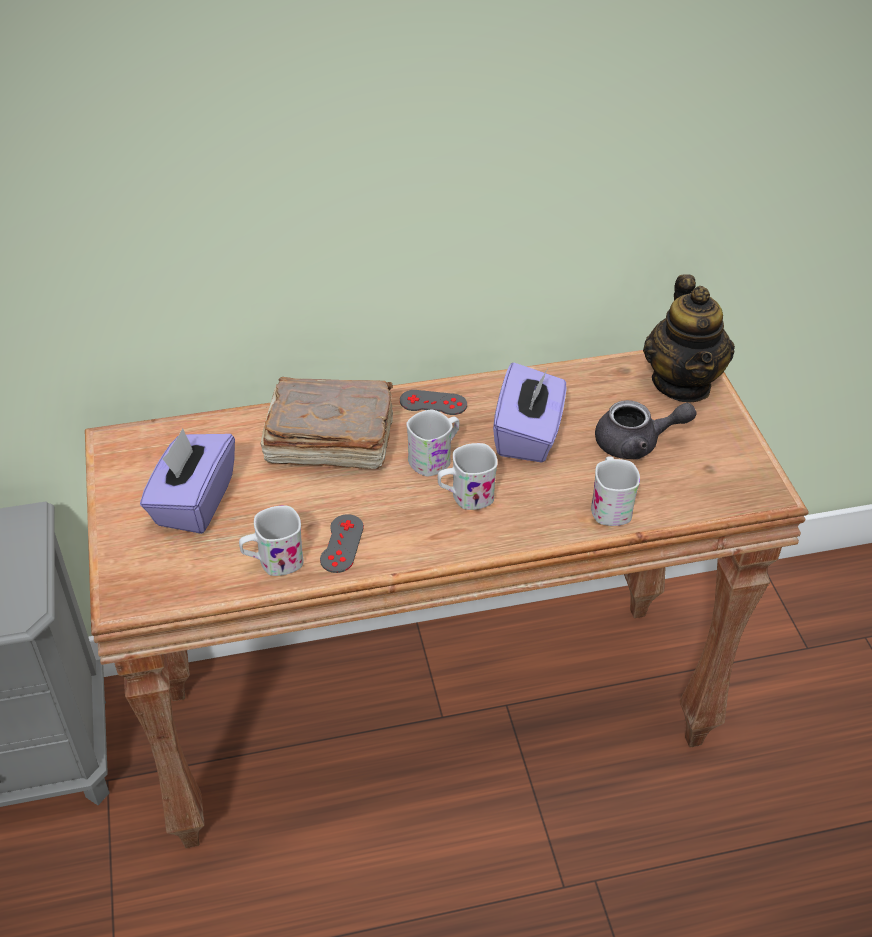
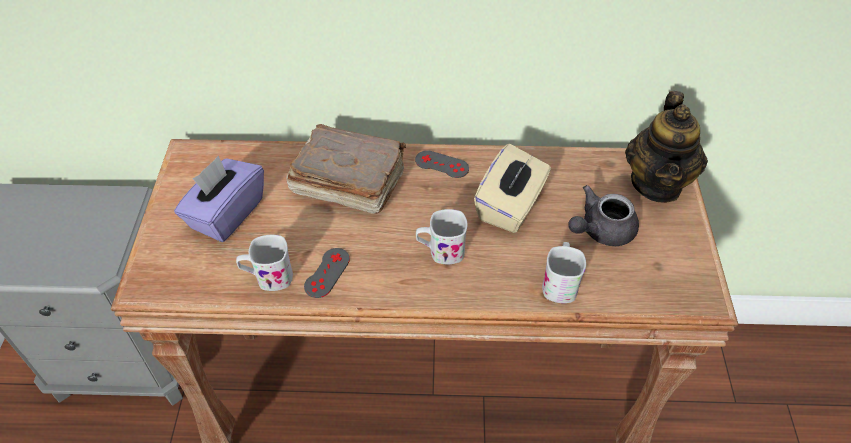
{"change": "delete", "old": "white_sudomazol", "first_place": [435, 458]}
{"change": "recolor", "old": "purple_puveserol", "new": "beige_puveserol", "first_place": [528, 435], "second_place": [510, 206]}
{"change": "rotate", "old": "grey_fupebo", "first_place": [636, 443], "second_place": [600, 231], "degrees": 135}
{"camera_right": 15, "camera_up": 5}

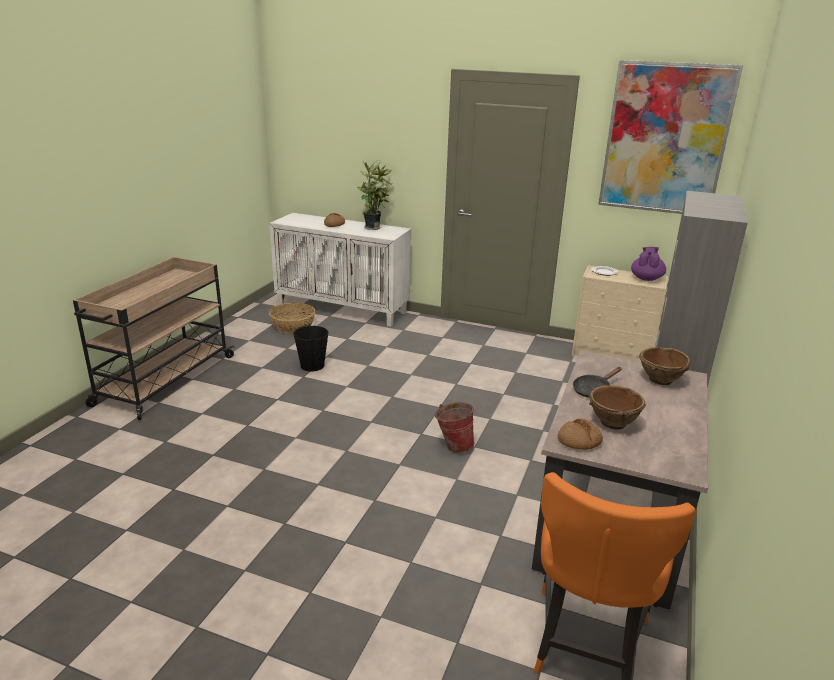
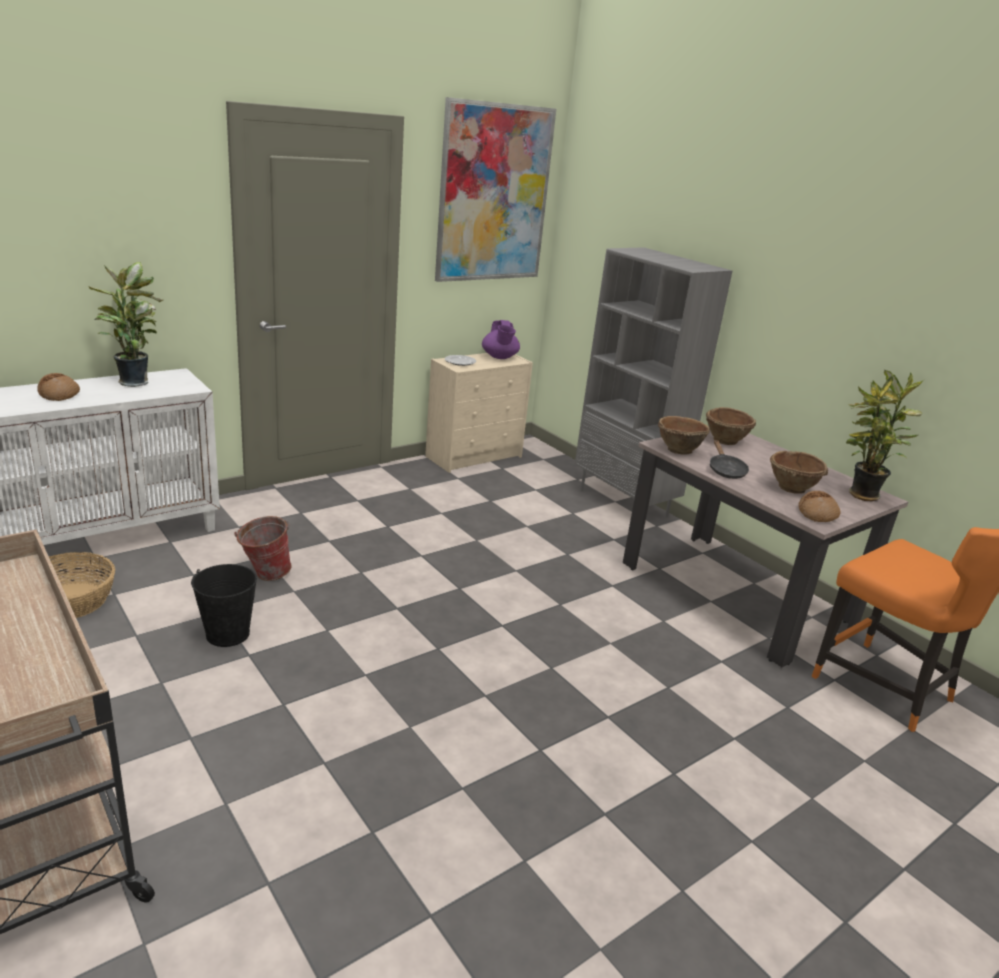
{"change": "insert", "new": "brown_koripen", "second_place": [678, 450]}
{"change": "insert", "new": "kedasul", "second_place": [861, 495]}
{"change": "move", "old": "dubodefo", "first_place": [453, 445], "second_place": [264, 574]}
{"change": "rotate", "old": "purple_fupebo", "first_place": [646, 278], "second_place": [499, 357], "degrees": -150}
{"camera_right": -60, "camera_up": 0}

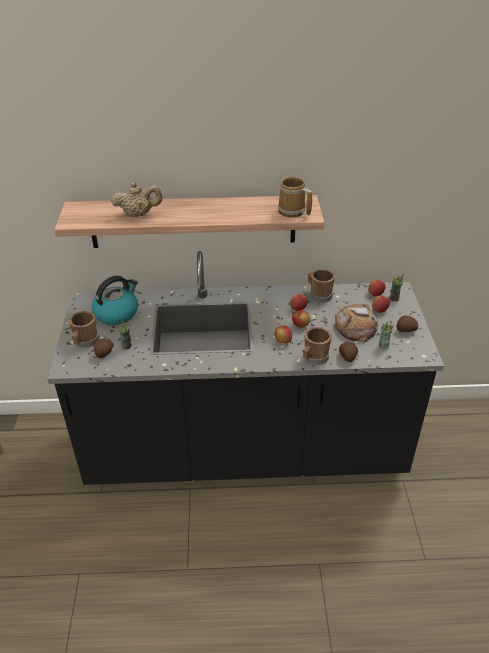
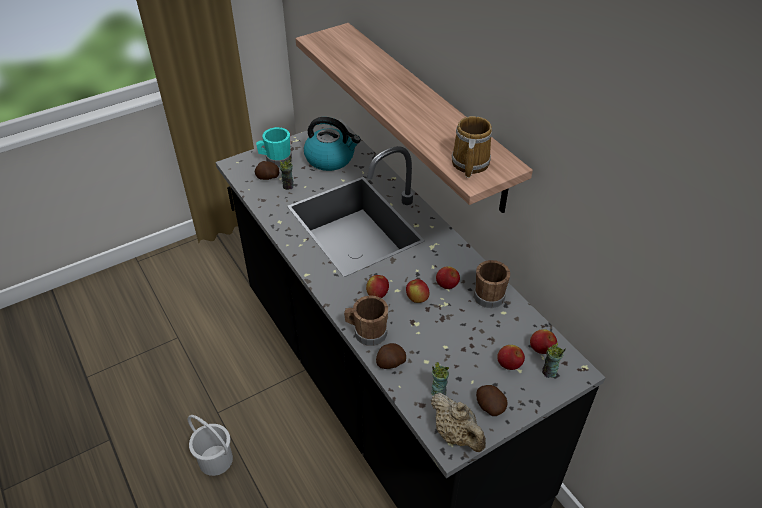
{"change": "delete", "old": "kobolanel", "first_place": [356, 327]}
{"change": "insert", "new": "white_dubodefo", "second_place": [216, 459]}
{"change": "move", "old": "beige_fupebo", "first_place": [138, 214], "second_place": [456, 435]}
{"change": "recolor", "old": "brown_sudomazol", "new": "turquoise_sudomazol", "first_place": [85, 342], "second_place": [275, 159]}
{"camera_right": 60, "camera_up": 5}

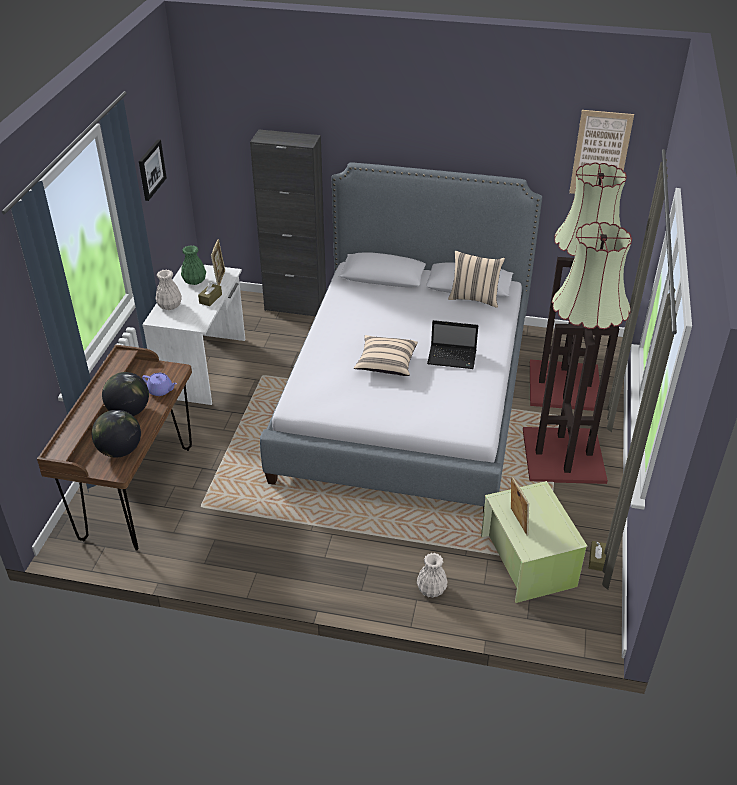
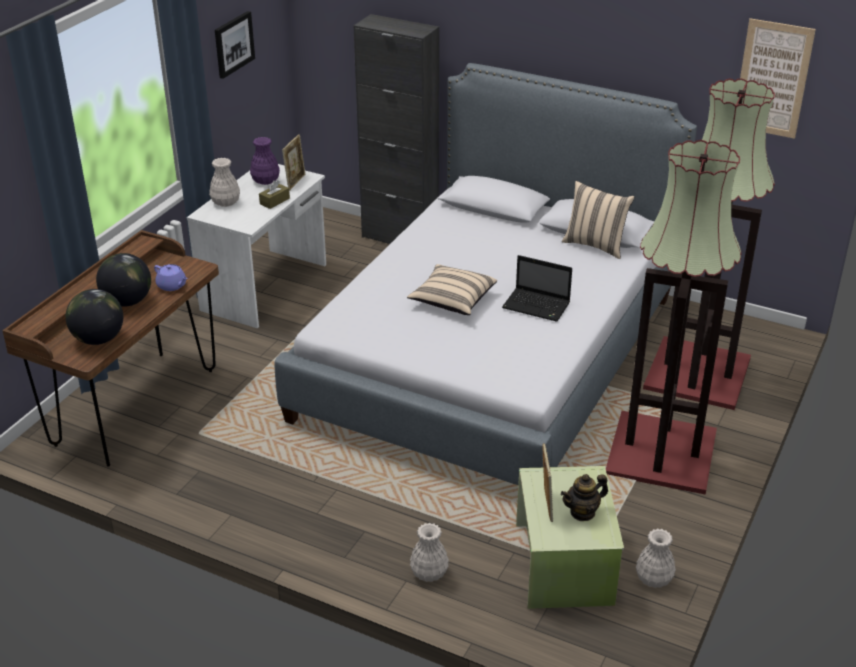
{"change": "insert", "new": "fupebo", "second_place": [582, 512]}
{"change": "replace", "old": "brown_puveserol", "new": "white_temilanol", "first_place": [596, 559], "second_place": [654, 579]}
{"change": "recolor", "old": "green_temilanol", "new": "purple_temilanol", "first_place": [194, 281], "second_place": [265, 181]}
{"camera_right": 15, "camera_up": -5}

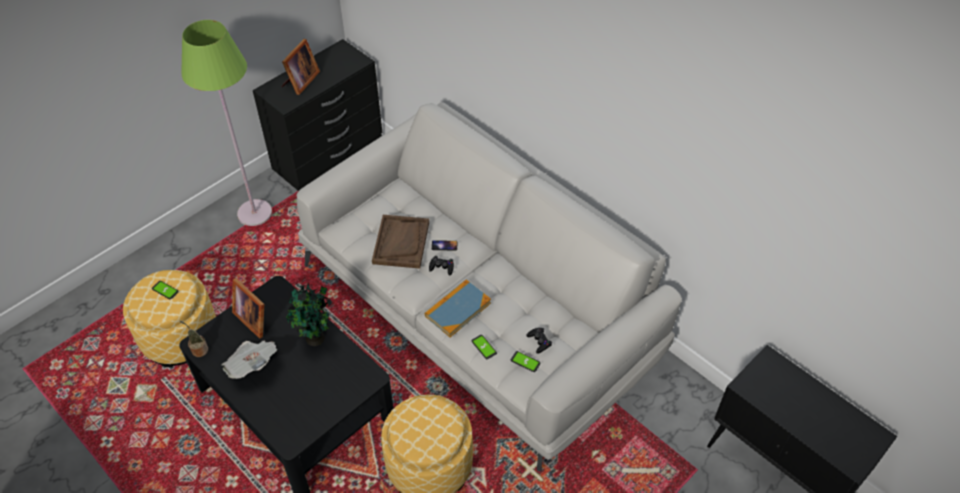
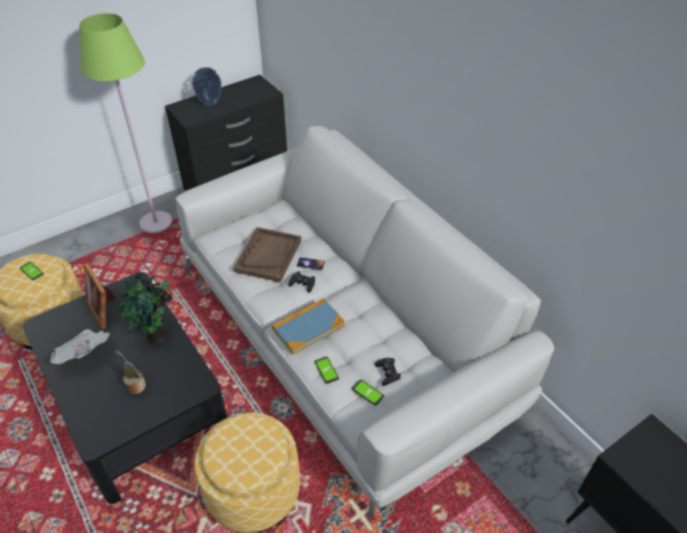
{"change": "move", "old": "kedasul", "first_place": [198, 349], "second_place": [135, 385]}
{"change": "replace", "old": "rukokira", "new": "temilanol", "first_place": [300, 82], "second_place": [210, 103]}
{"camera_right": 10, "camera_up": -5}

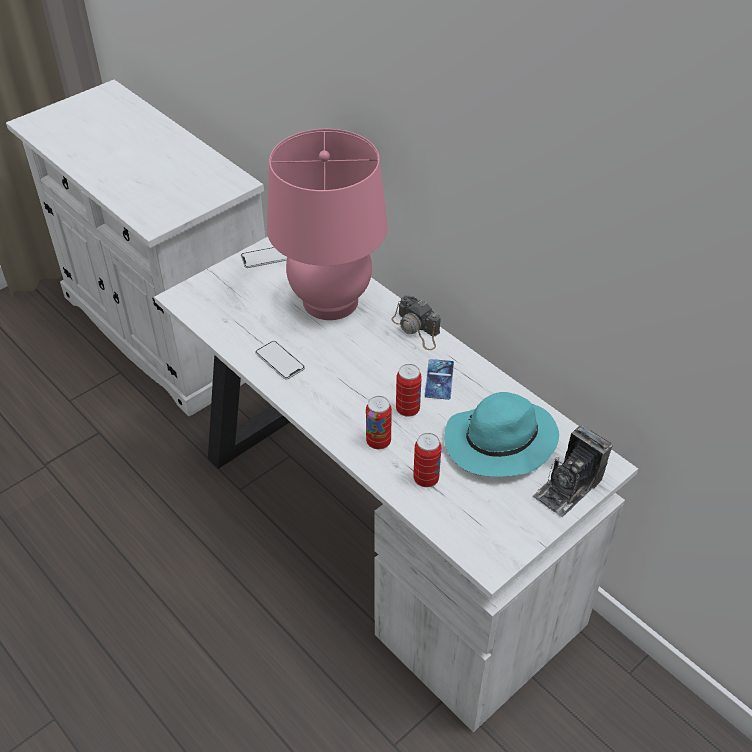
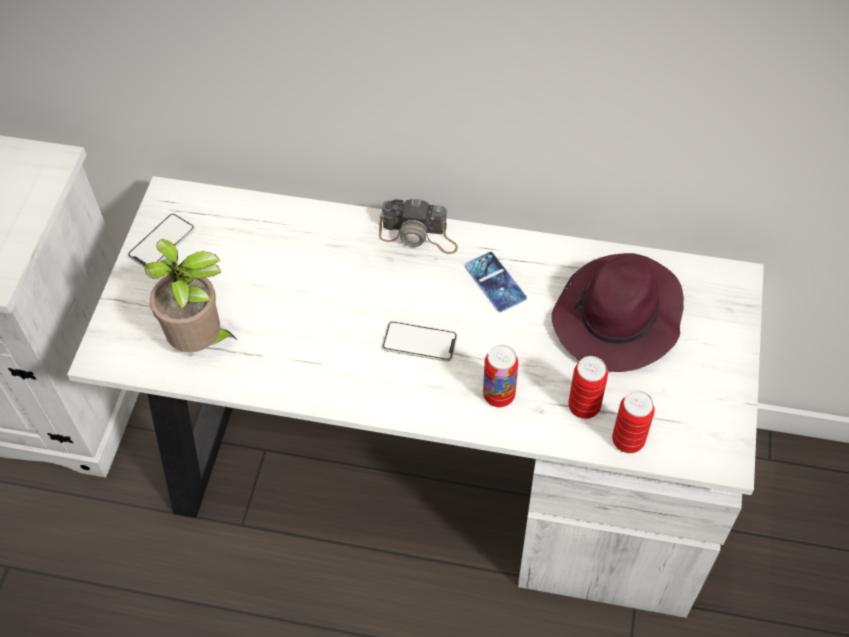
{"change": "delete", "old": "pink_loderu", "first_place": [330, 301]}
{"change": "delete", "old": "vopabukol", "first_place": [568, 487]}
{"change": "insert", "new": "kedasul", "second_place": [201, 343]}
{"change": "move", "old": "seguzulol", "first_place": [280, 361], "second_place": [419, 342]}
{"change": "move", "old": "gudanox", "first_place": [407, 409], "second_place": [628, 440]}
{"change": "recolor", "old": "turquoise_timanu", "new": "purple_timanu", "first_place": [499, 443], "second_place": [617, 319]}
{"camera_right": -35, "camera_up": 10}

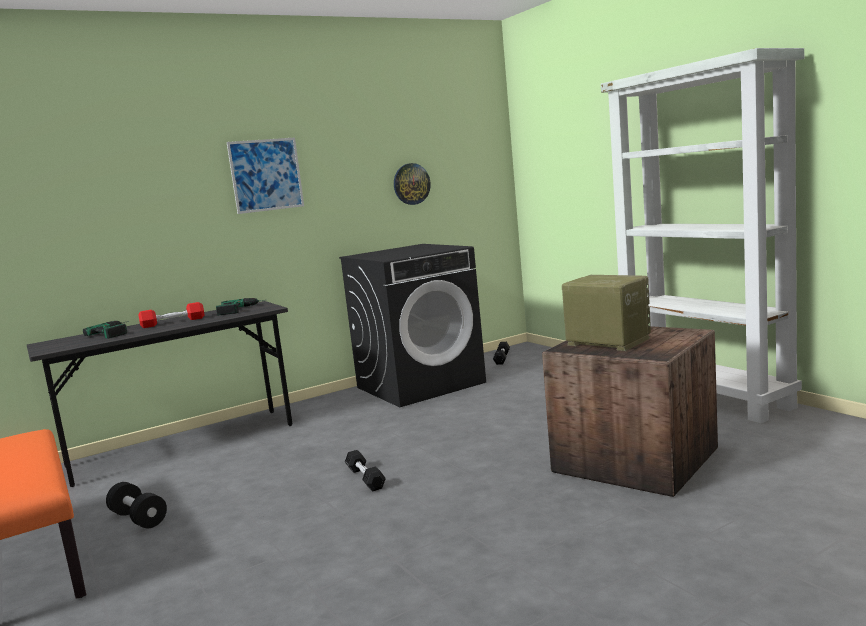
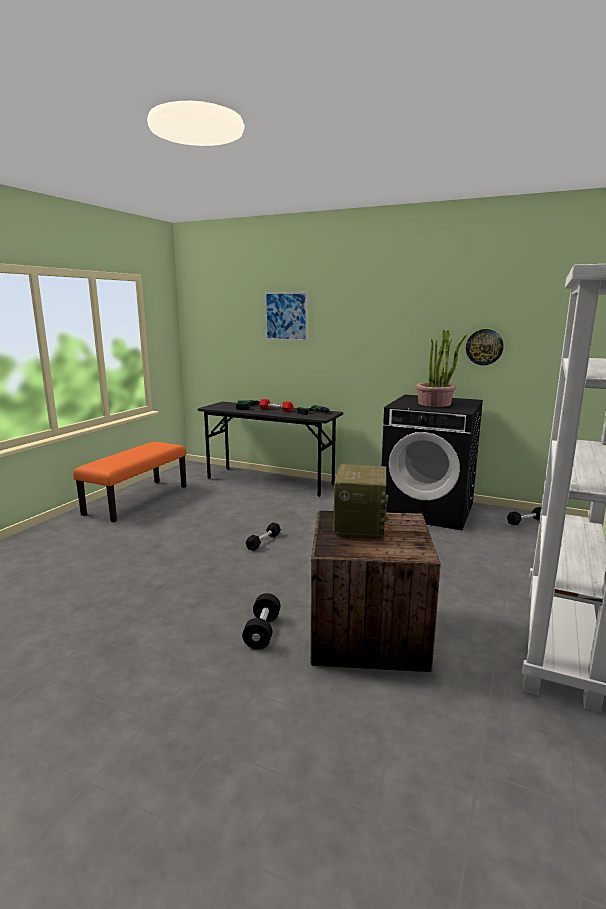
{"change": "insert", "new": "kedasul", "second_place": [435, 403]}
{"change": "move", "old": "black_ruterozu", "first_place": [138, 518], "second_place": [262, 631]}
{"change": "move", "old": "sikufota", "first_place": [266, 175], "second_place": [286, 316]}
{"camera_right": 55, "camera_up": 5}

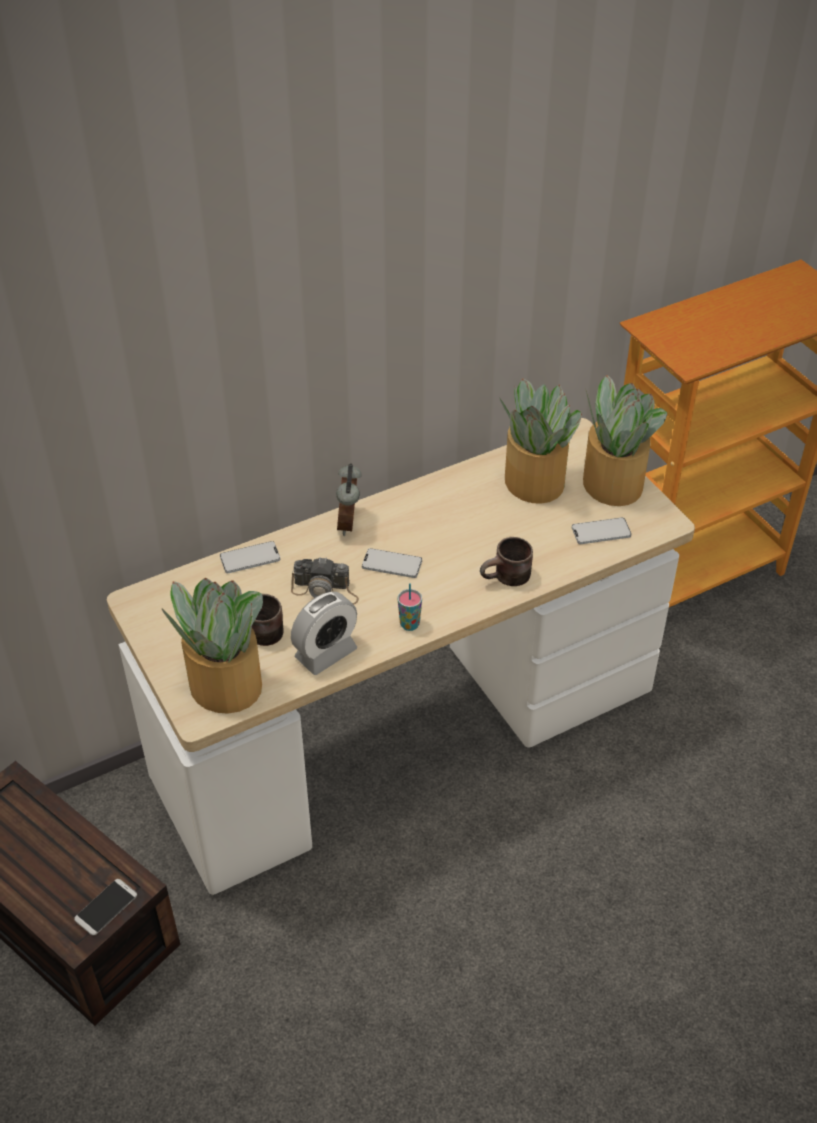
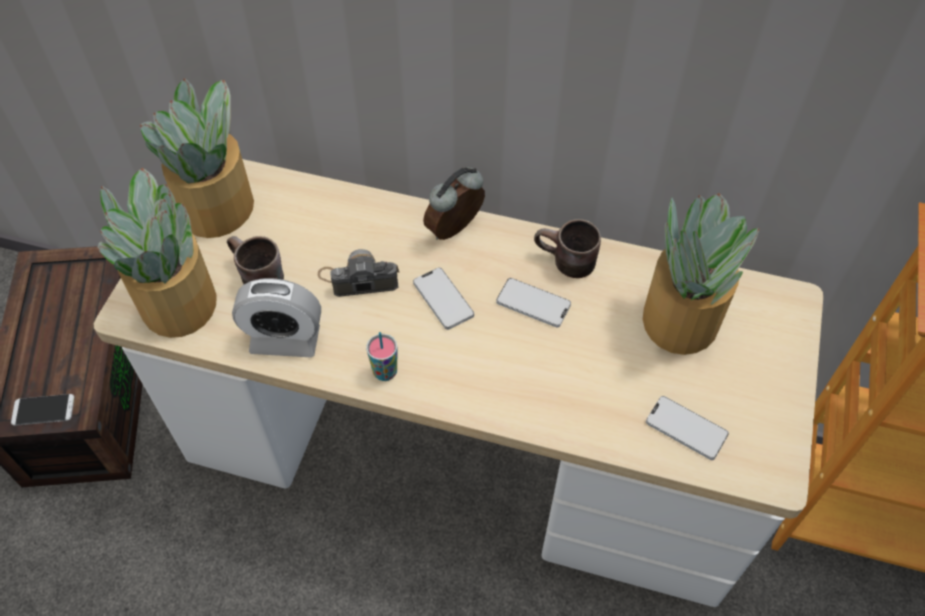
{"change": "move", "old": "seguzulol", "first_place": [250, 558], "second_place": [533, 303]}
{"change": "move", "old": "brown_sudomazol", "first_place": [507, 580], "second_place": [565, 264]}
{"change": "move", "old": "kedasul", "first_place": [612, 483], "second_place": [219, 207]}
{"change": "rotate", "old": "vopabukol", "first_place": [325, 590], "second_place": [358, 279], "degrees": 120}
{"camera_right": 45, "camera_up": 10}

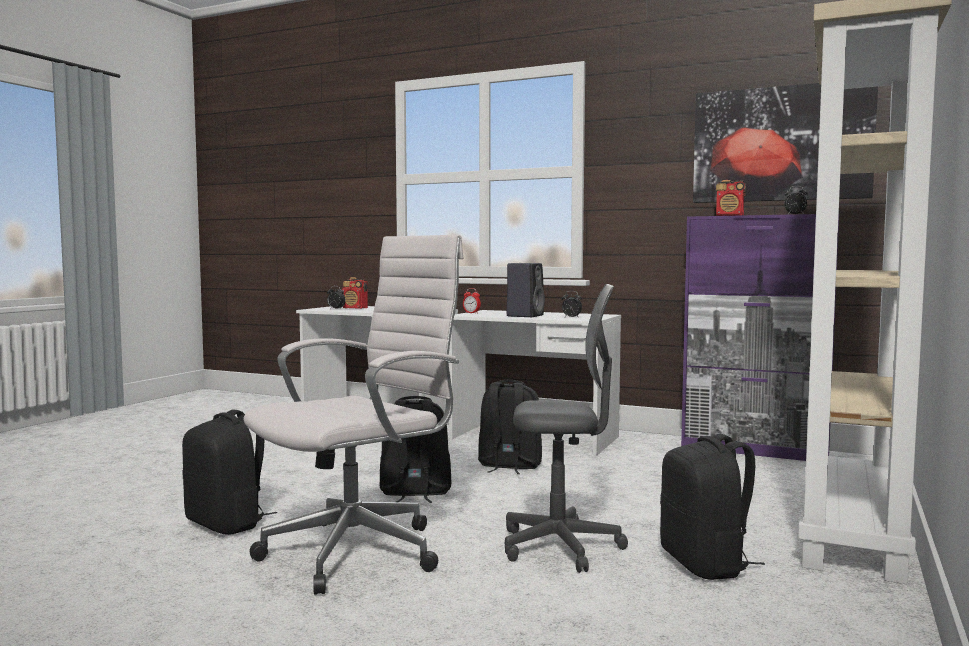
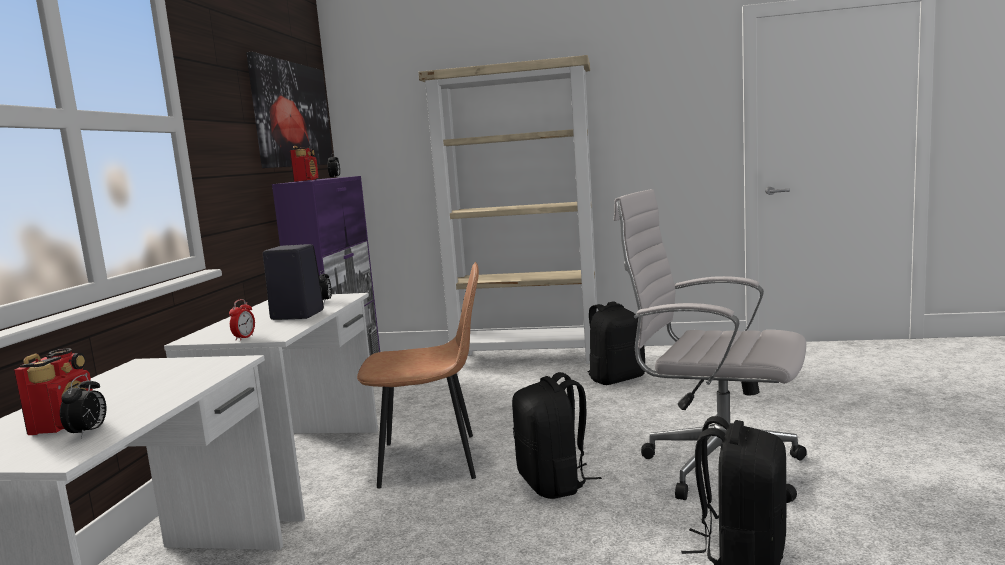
{"change": "delete", "old": "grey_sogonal", "first_place": [560, 547]}
{"change": "replace", "old": "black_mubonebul", "new": "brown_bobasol", "first_place": [509, 466], "second_place": [432, 460]}
{"camera_right": -105, "camera_up": 5}

